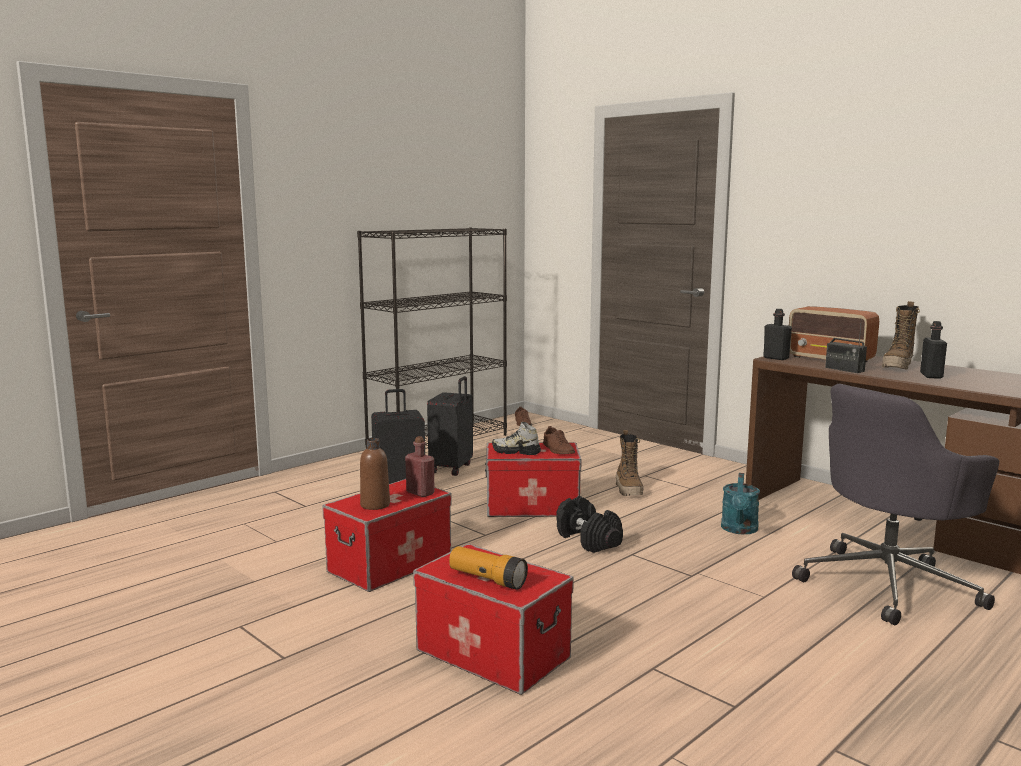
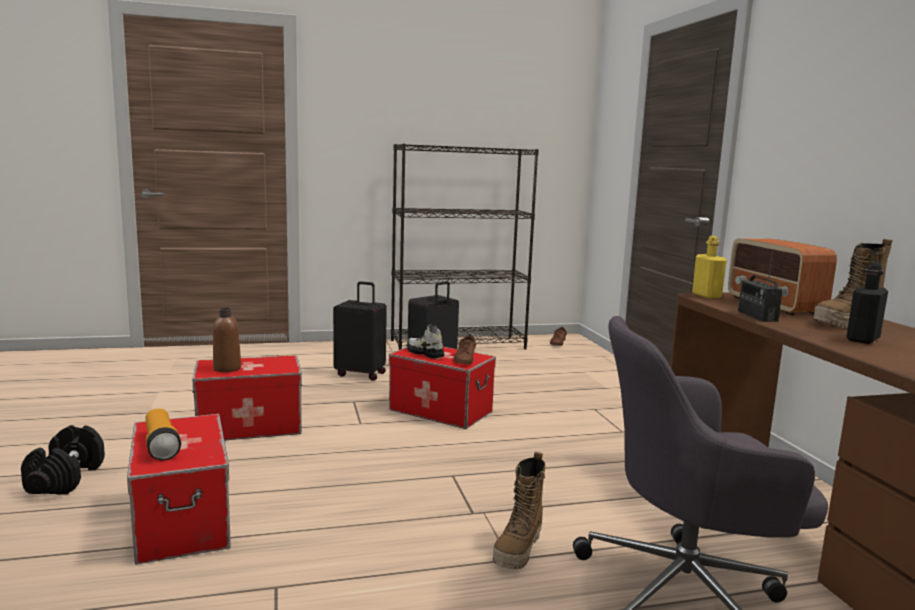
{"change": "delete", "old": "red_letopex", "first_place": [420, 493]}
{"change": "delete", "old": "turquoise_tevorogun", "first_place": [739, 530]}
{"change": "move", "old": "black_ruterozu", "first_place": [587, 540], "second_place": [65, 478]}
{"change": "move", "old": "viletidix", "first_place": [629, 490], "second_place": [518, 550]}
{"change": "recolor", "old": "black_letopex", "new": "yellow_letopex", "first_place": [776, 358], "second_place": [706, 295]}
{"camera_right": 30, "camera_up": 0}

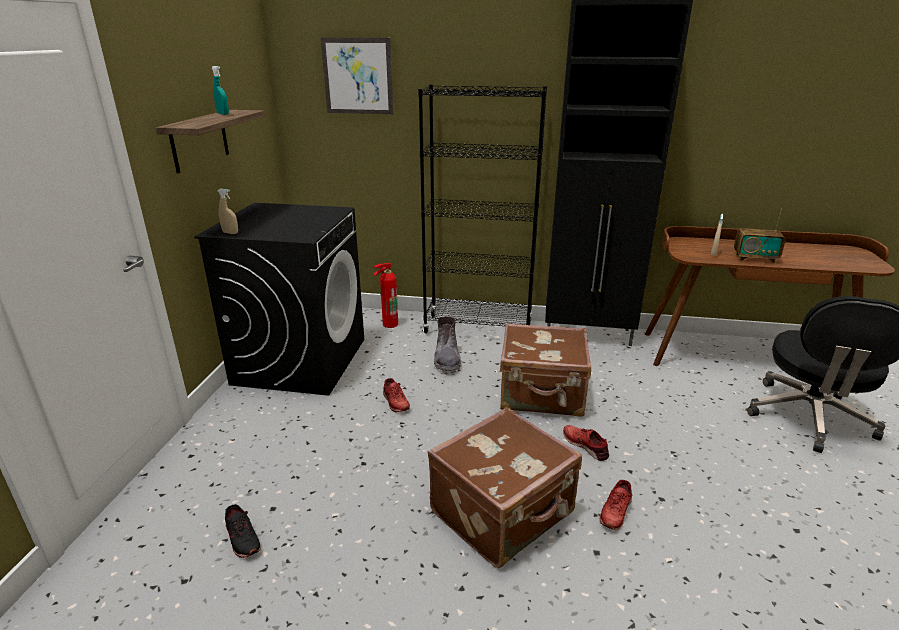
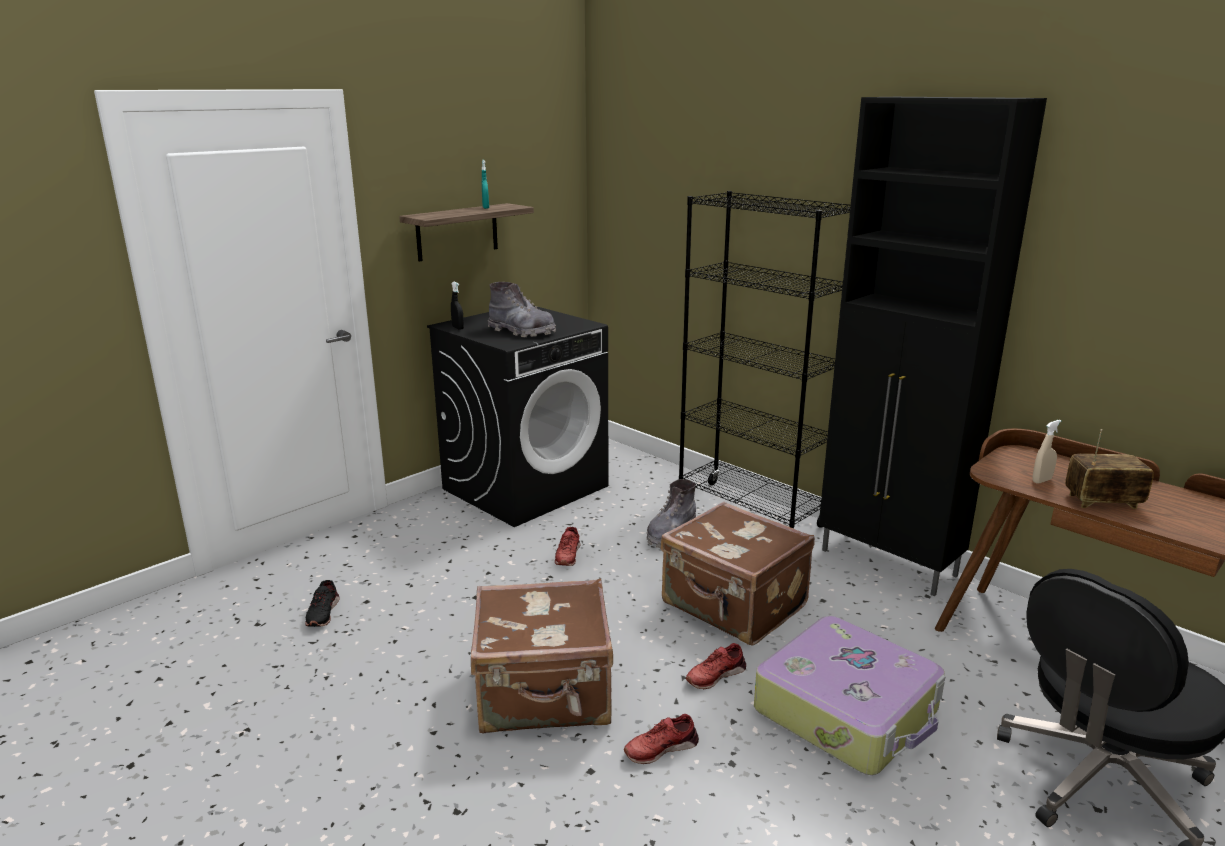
{"change": "delete", "old": "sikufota", "first_place": [358, 76]}
{"change": "delete", "old": "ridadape", "first_place": [388, 324]}
{"change": "insert", "new": "grey_viletidix", "second_place": [521, 331]}
{"change": "insert", "new": "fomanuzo", "second_place": [848, 711]}
{"change": "recolor", "old": "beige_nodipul", "new": "black_nodipul", "first_place": [230, 233], "second_place": [458, 328]}
{"change": "rotate", "old": "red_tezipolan", "first_place": [585, 445], "second_place": [715, 675], "degrees": -120}
{"change": "rotate", "old": "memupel", "first_place": [755, 258], "second_place": [1102, 502], "degrees": 135}
{"camera_right": 35, "camera_up": -5}

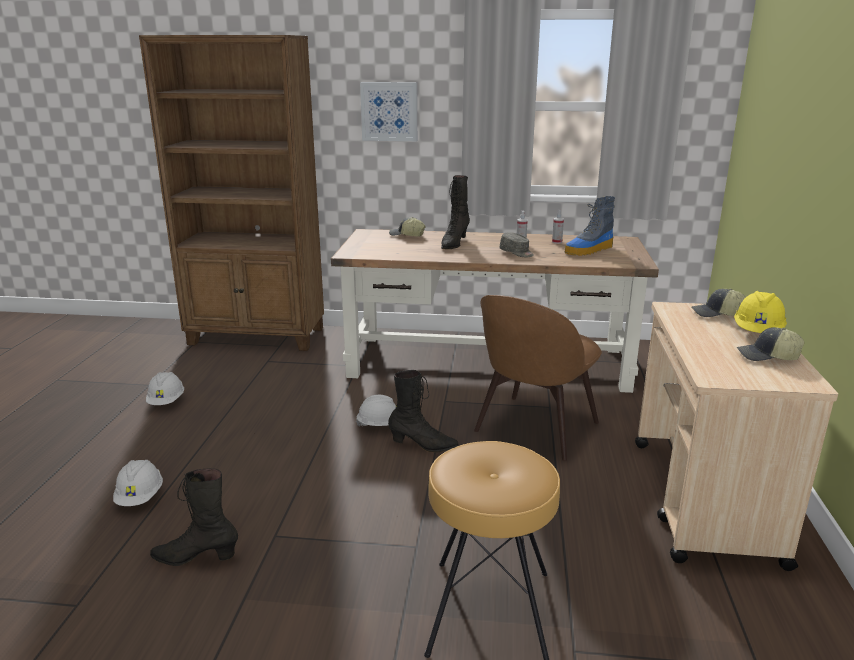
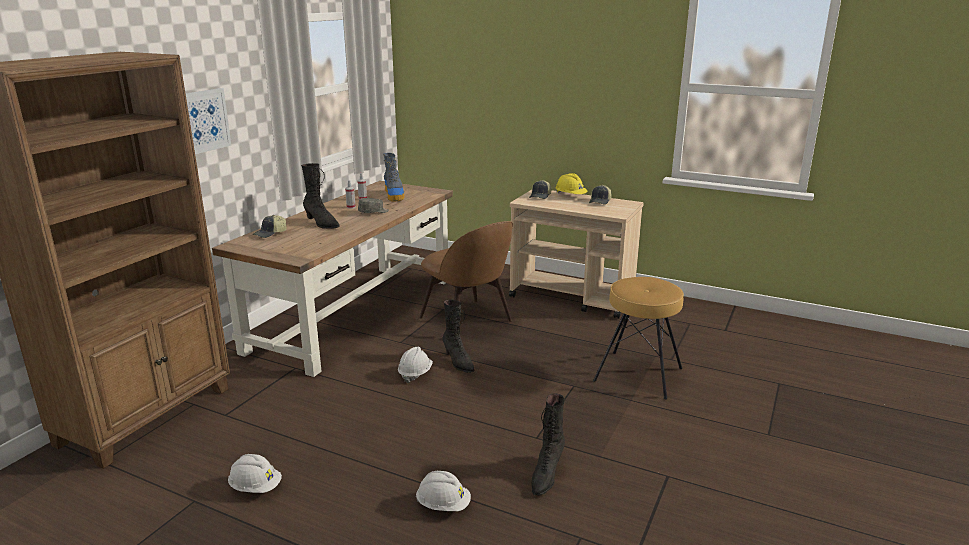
{"change": "rotate", "old": "black_viletidix", "first_place": [423, 445], "second_place": [458, 362], "degrees": 120}
{"camera_right": -70, "camera_up": 0}

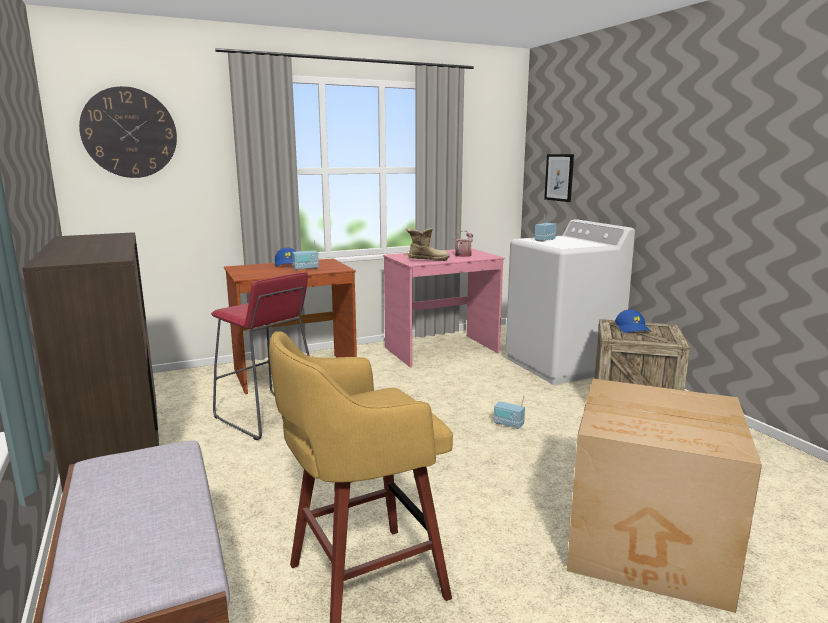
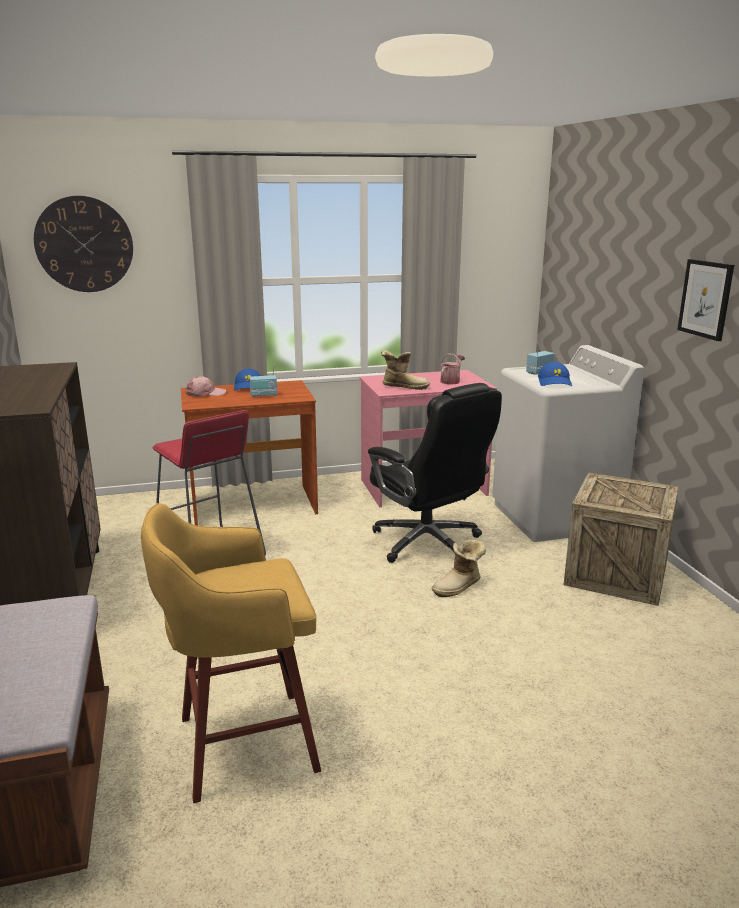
{"change": "delete", "old": "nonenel", "first_place": [650, 545]}
{"change": "insert", "new": "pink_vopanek", "second_place": [205, 393]}
{"change": "insert", "new": "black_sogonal", "second_place": [428, 543]}
{"change": "move", "old": "sikufota", "first_place": [559, 177], "second_place": [705, 299]}
{"change": "move", "old": "blue_vopanek", "first_place": [633, 329], "second_place": [555, 383]}
{"change": "replace", "old": "memupel", "new": "viletidix", "first_place": [508, 424], "second_place": [459, 587]}
{"camera_right": 10, "camera_up": 5}

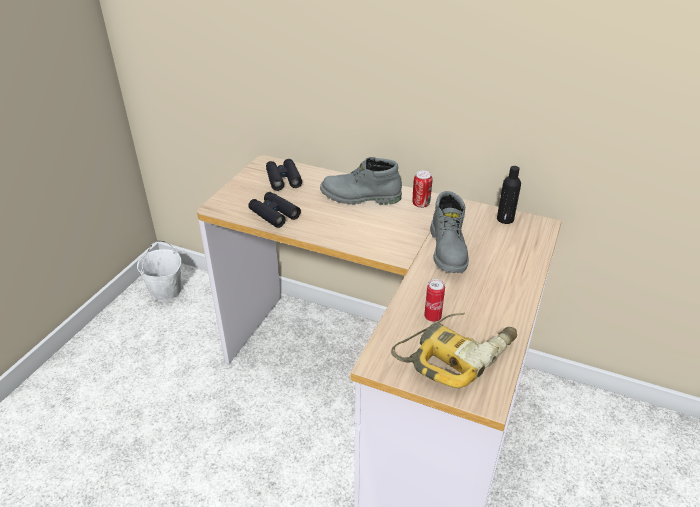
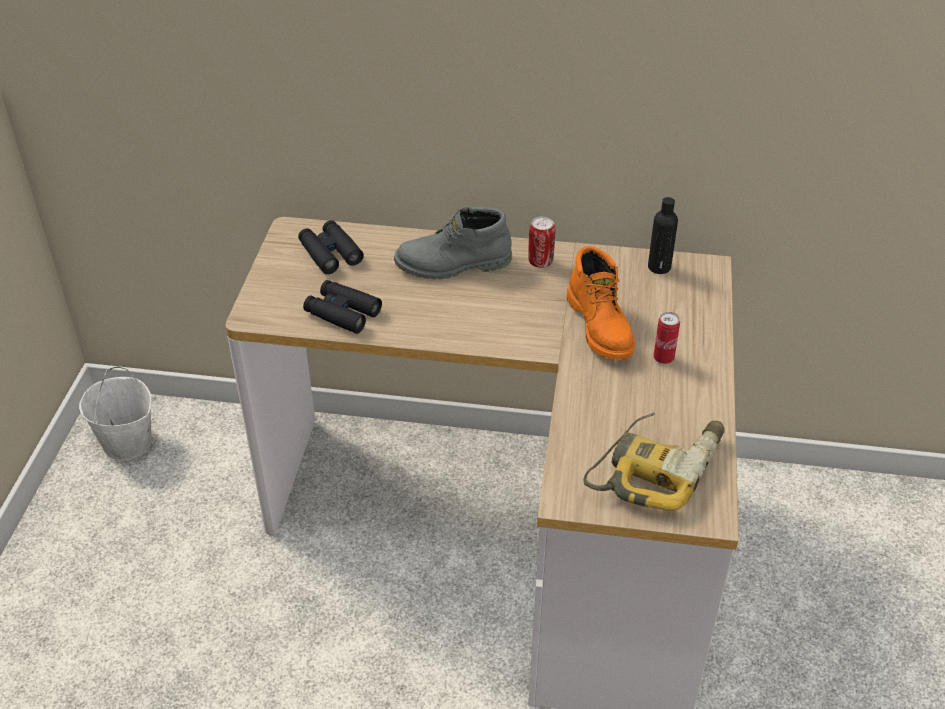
{"change": "move", "old": "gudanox", "first_place": [432, 317], "second_place": [663, 358]}
{"change": "recolor", "old": "grey_viletidix", "new": "orange_viletidix", "first_place": [448, 250], "second_place": [601, 326]}
{"camera_right": -15, "camera_up": 5}

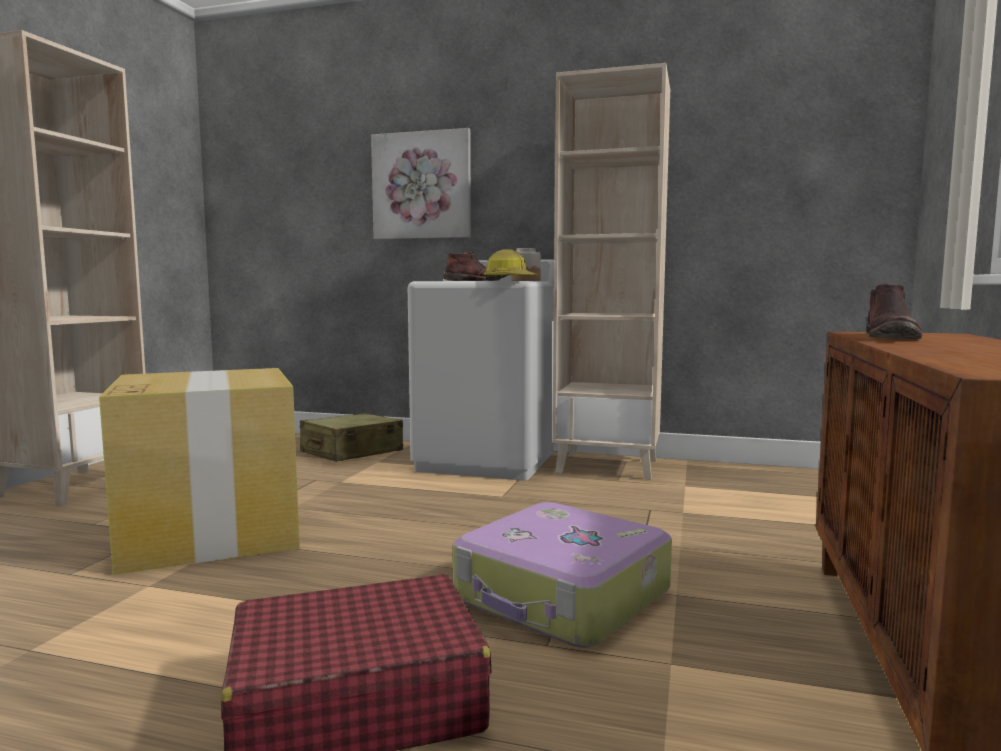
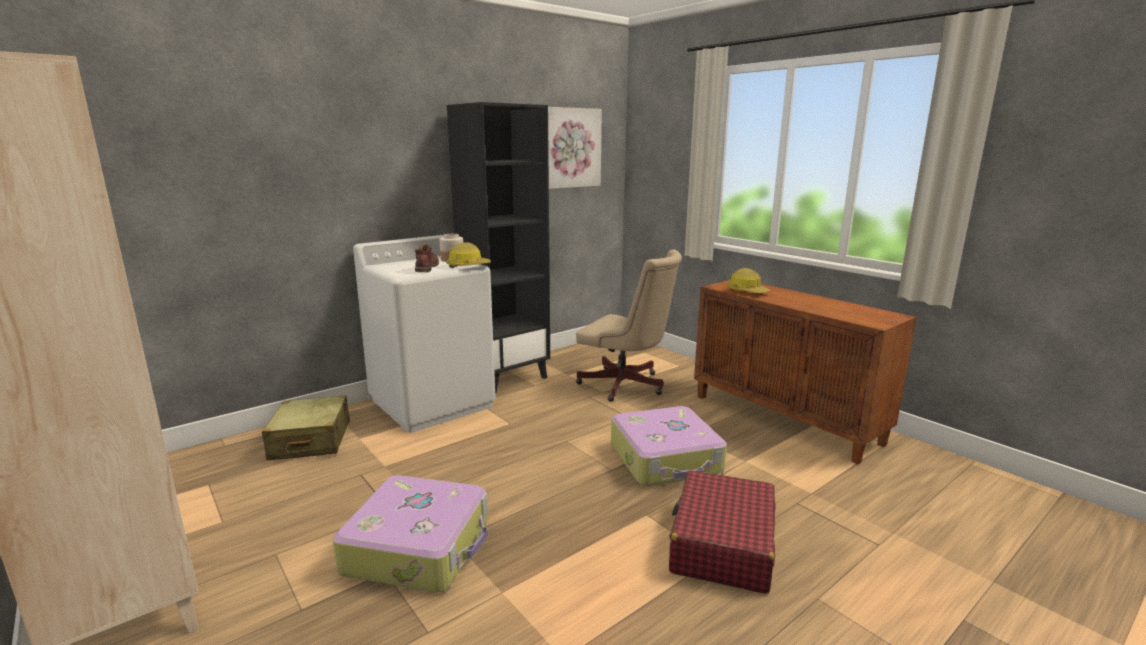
{"change": "insert", "new": "beige_sogonal", "second_place": [626, 386]}
{"change": "move", "old": "sikufota", "first_place": [422, 186], "second_place": [569, 148]}
{"change": "replace", "old": "nonenel", "new": "fomanuzo", "first_place": [210, 531], "second_place": [419, 547]}
{"change": "replace", "old": "brown_viletidix", "new": "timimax", "first_place": [891, 337], "second_place": [747, 291]}
{"change": "recolor", "old": "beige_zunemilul", "new": "black_zunemilul", "first_place": [608, 466], "second_place": [506, 377]}
{"camera_right": -55, "camera_up": 10}

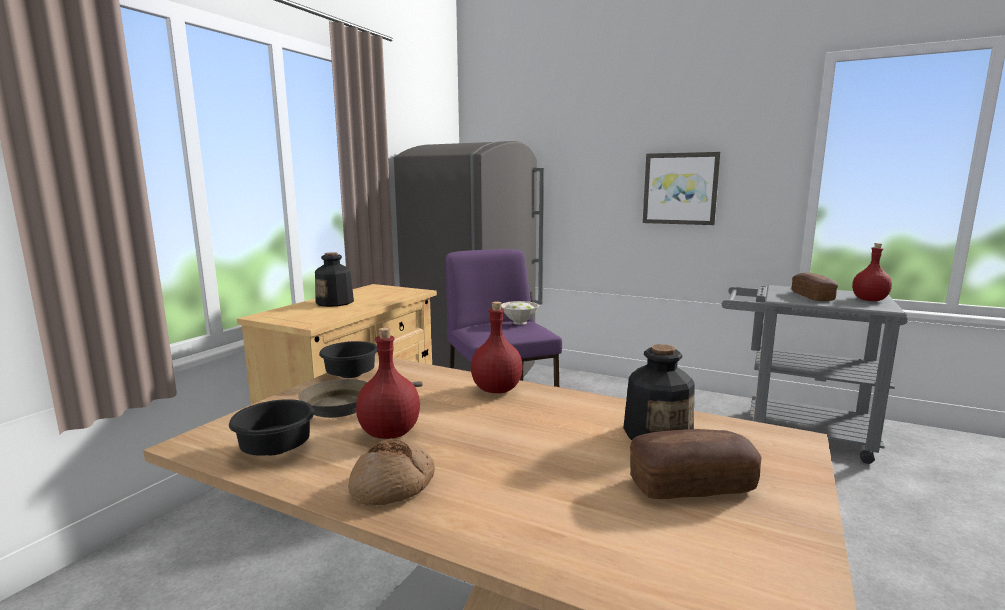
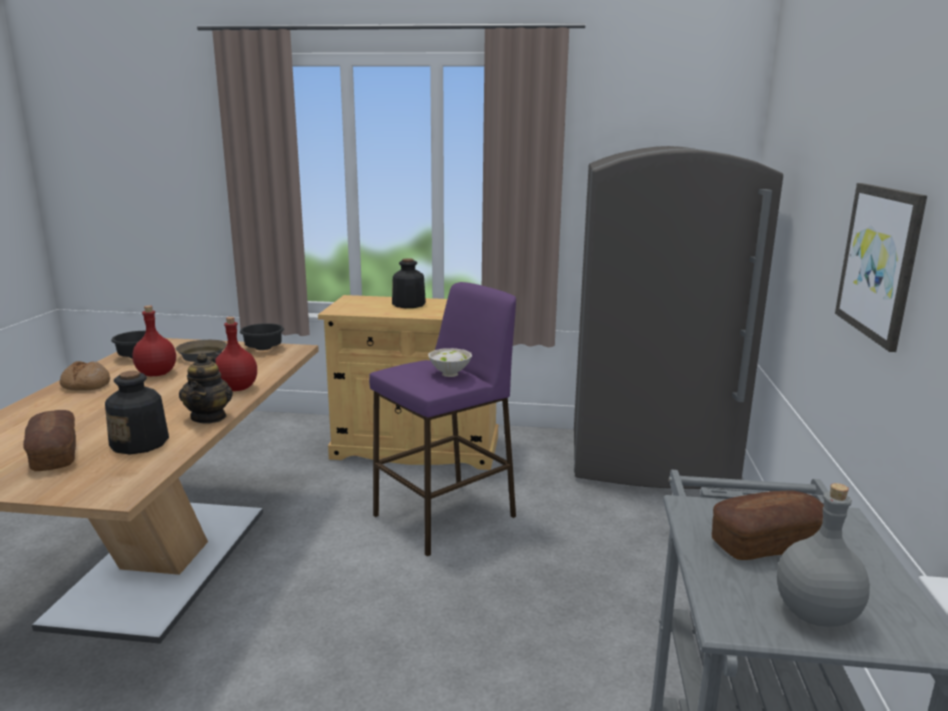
{"change": "insert", "new": "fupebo", "second_place": [209, 417]}
{"change": "recolor", "old": "red_letopex", "new": "grey_letopex", "first_place": [870, 300], "second_place": [815, 615]}
{"camera_right": 70, "camera_up": 5}

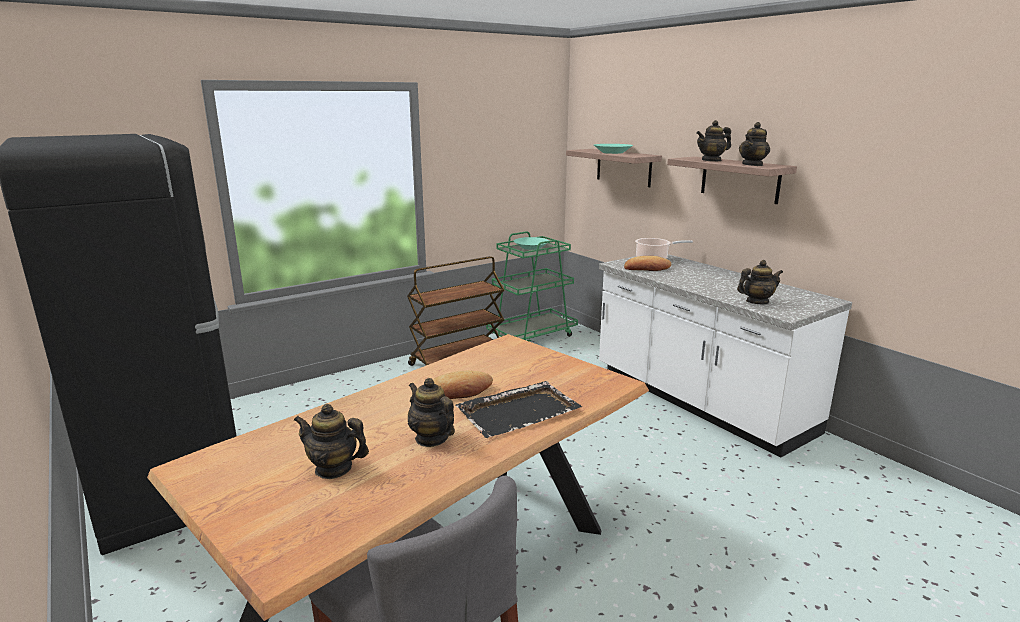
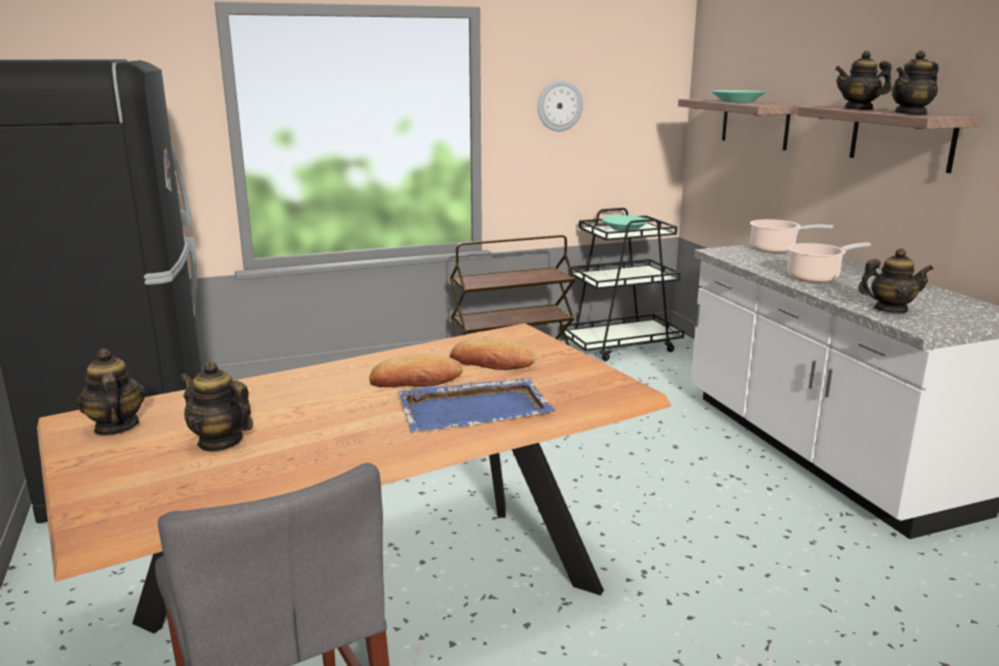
{"change": "insert", "new": "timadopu", "second_place": [559, 106]}
{"change": "insert", "new": "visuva", "second_place": [816, 277]}
{"change": "move", "old": "fupebo", "first_place": [431, 438], "second_place": [116, 427]}
{"change": "move", "old": "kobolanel", "first_place": [647, 268], "second_place": [492, 362]}
{"change": "recolor", "old": "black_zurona", "new": "blue_zurona", "first_place": [519, 411], "second_place": [476, 409]}
{"change": "recolor", "old": "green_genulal", "new": "black_genulal", "first_place": [532, 335], "second_place": [621, 346]}
{"camera_right": 15, "camera_up": 0}

